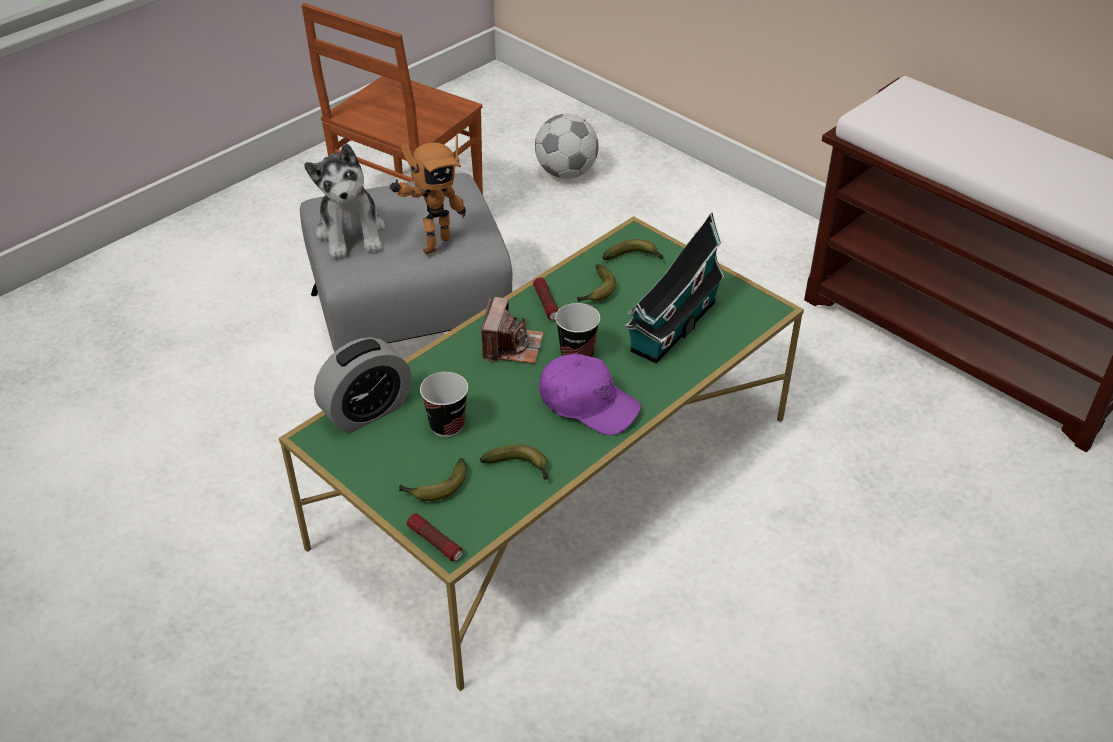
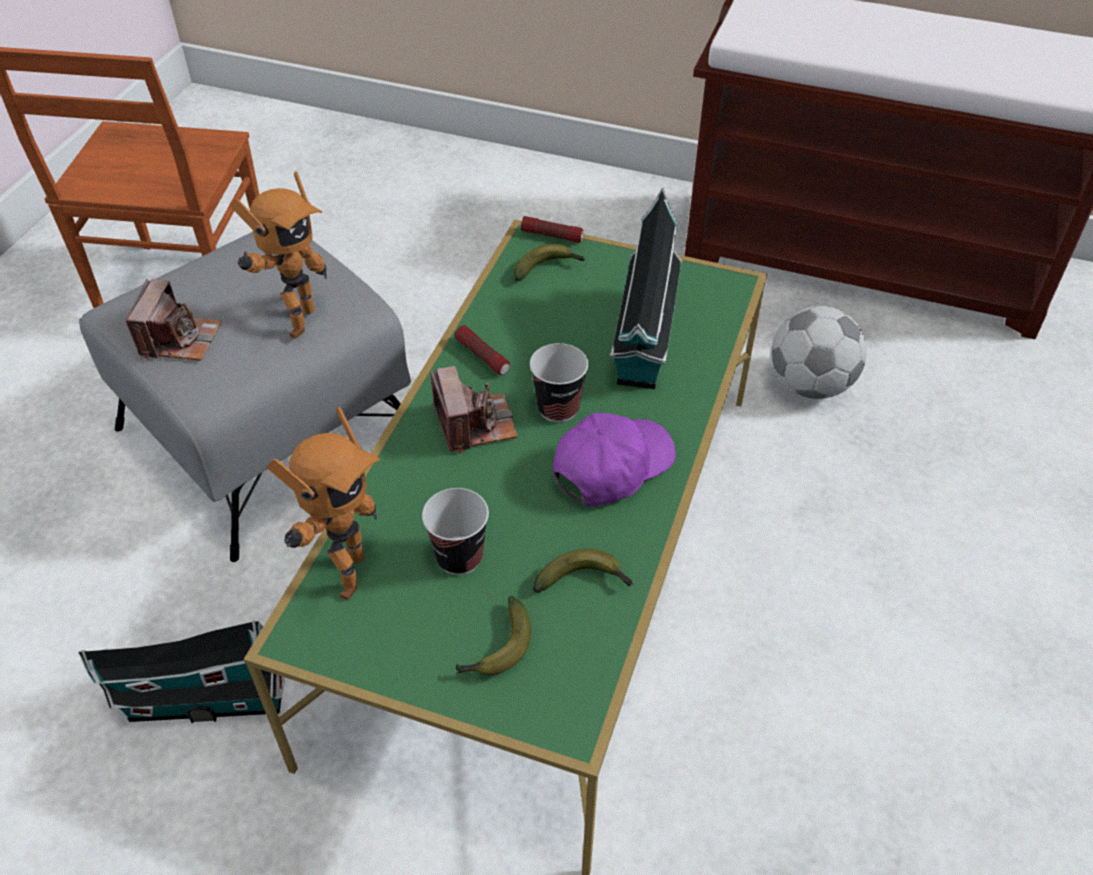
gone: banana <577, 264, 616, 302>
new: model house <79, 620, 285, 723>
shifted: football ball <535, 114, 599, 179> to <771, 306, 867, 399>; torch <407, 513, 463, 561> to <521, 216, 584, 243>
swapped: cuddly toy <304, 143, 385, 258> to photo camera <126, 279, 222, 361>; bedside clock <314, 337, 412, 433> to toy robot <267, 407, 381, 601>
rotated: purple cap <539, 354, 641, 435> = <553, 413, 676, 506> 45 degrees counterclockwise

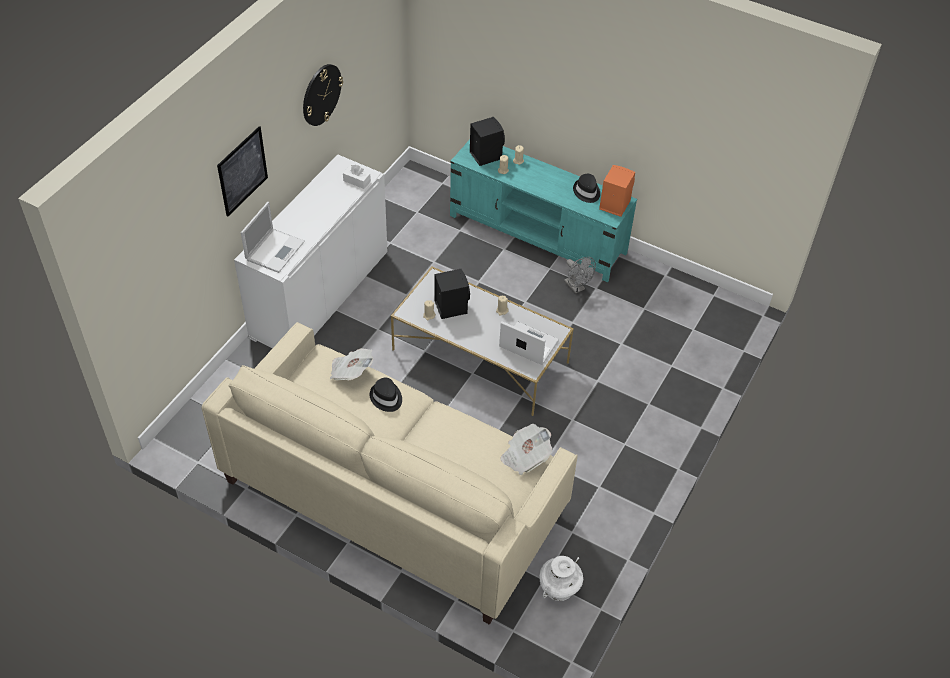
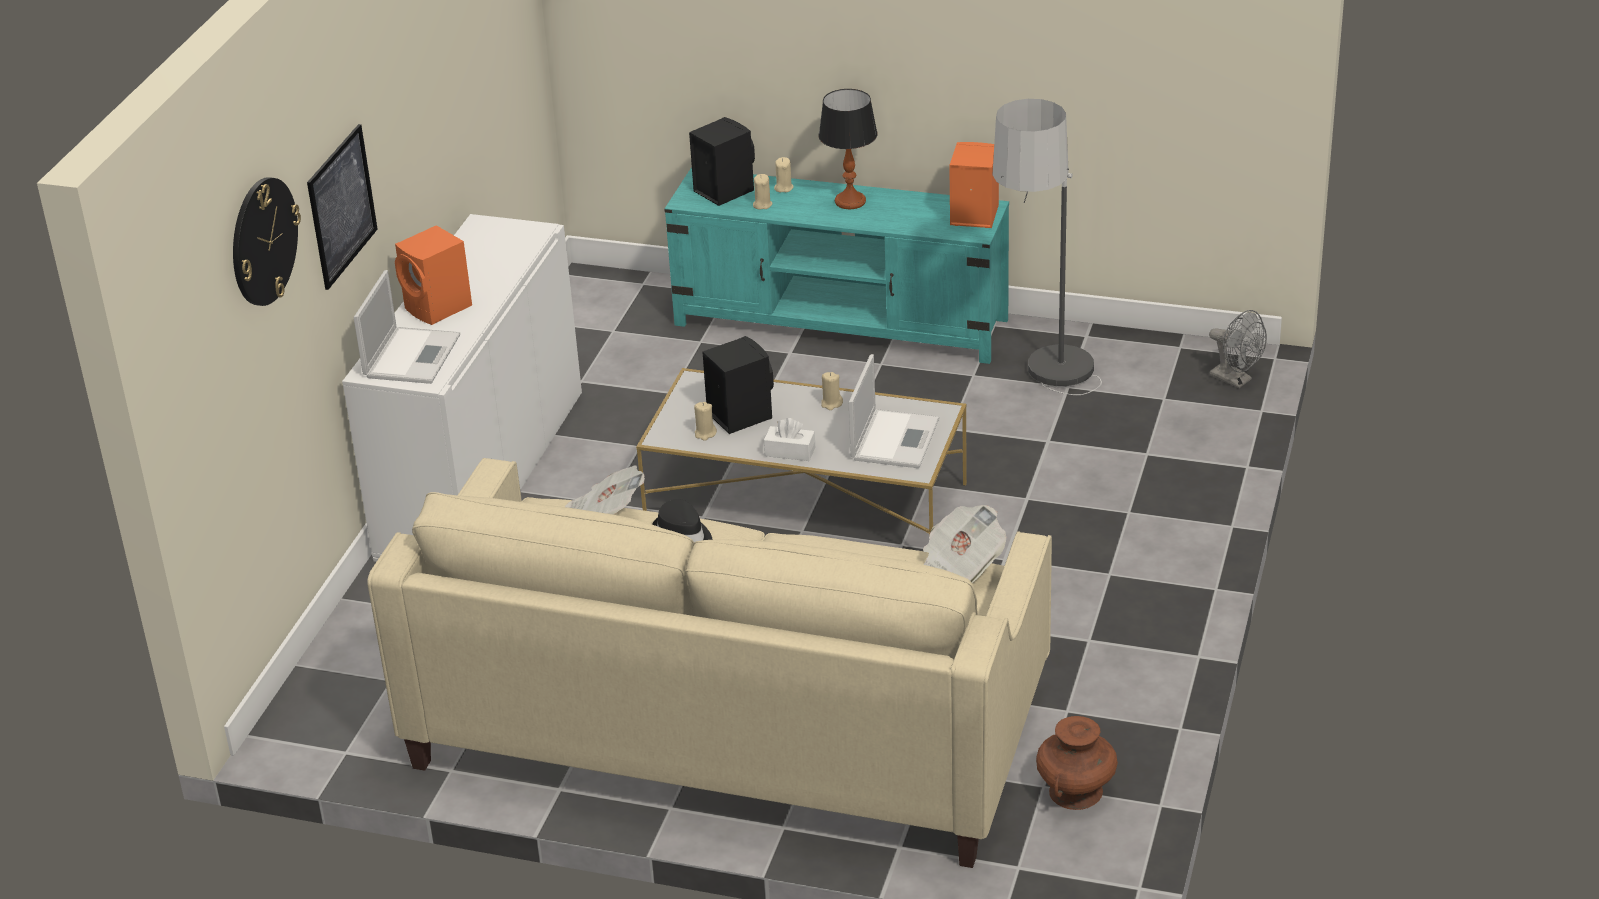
gone: blackish hat <573, 174, 600, 203>
new: tabletop lamp <819, 89, 878, 209>; standing lamp <992, 99, 1102, 395>; orange-coloured loudspeaker <395, 225, 472, 325>
shifted: clock on the wall <303, 64, 343, 126> to <233, 177, 301, 306>; white-coloured tissue box <343, 165, 371, 189> to <764, 418, 815, 461>; gray fan <564, 257, 596, 294> to <1209, 310, 1267, 388>
repainted: white-coloured vase <539, 556, 583, 601> to brownish vase <1036, 716, 1118, 810>
rotated: portable computer <499, 321, 559, 365> = <849, 354, 939, 468> 90 degrees clockwise

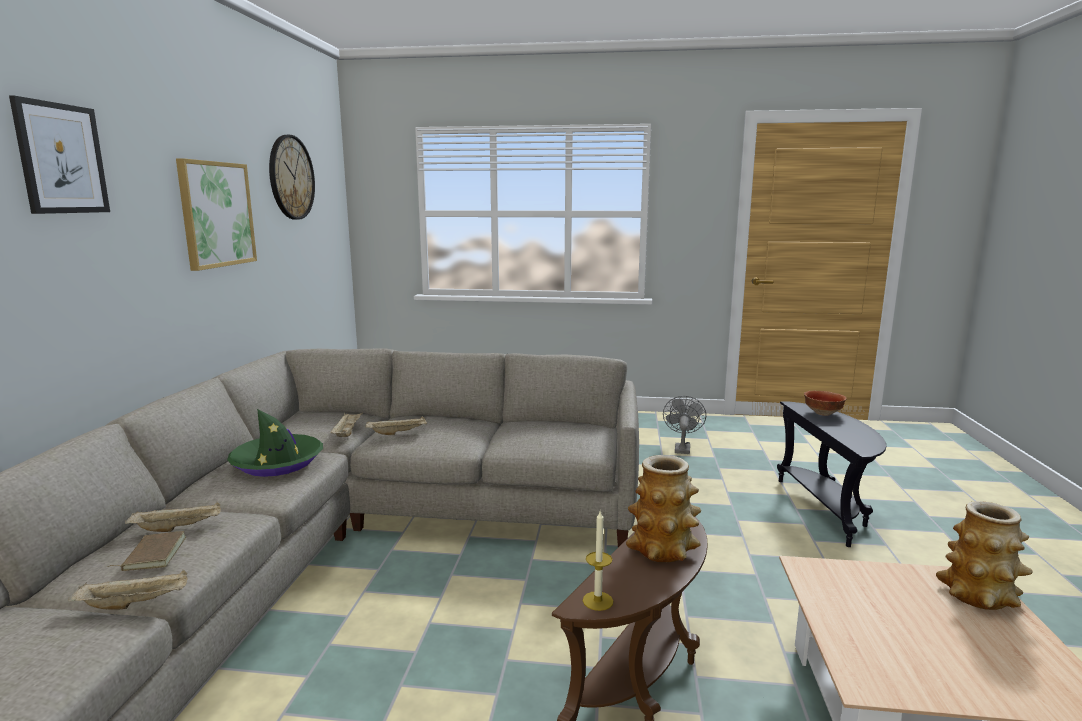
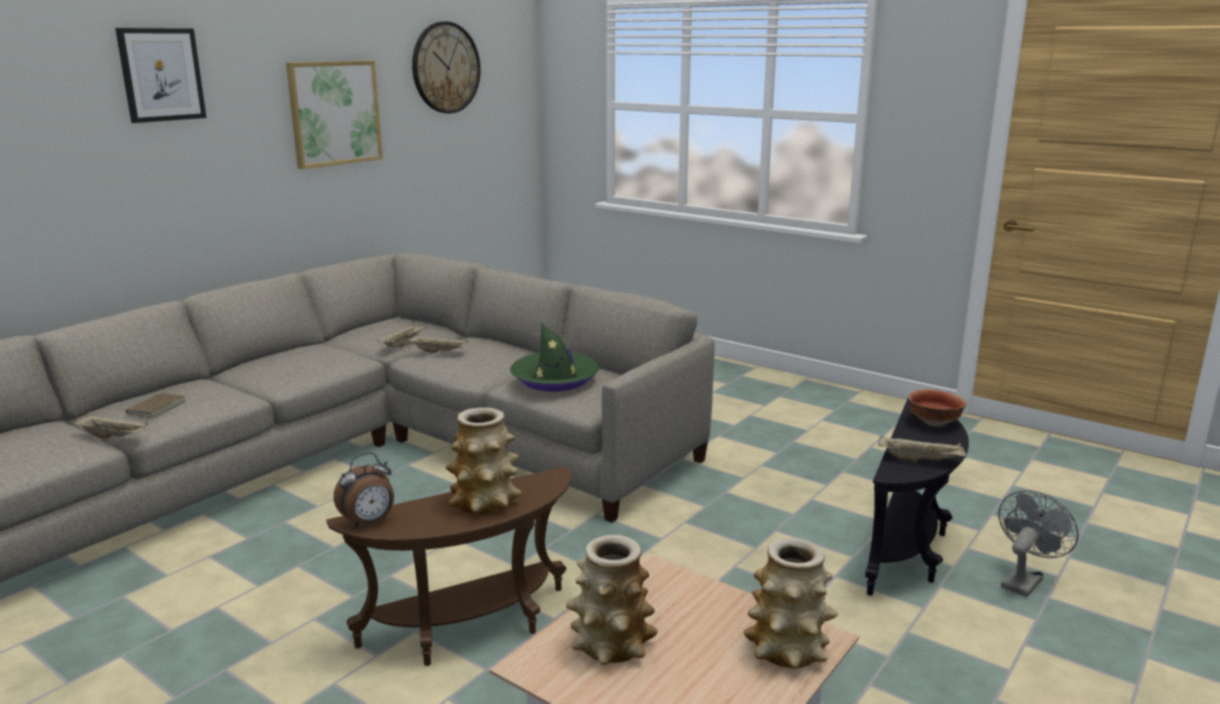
new: vase <566, 535, 658, 665>
shifted: gray fan <663, 396, 706, 454> to <998, 490, 1079, 597>; green-coloured hat <227, 409, 323, 477> to <510, 323, 600, 391>; beige carrying tray <125, 502, 221, 532> to <878, 436, 967, 463>
swapped: wax light <583, 511, 613, 611> to bedside clock <334, 452, 394, 528>

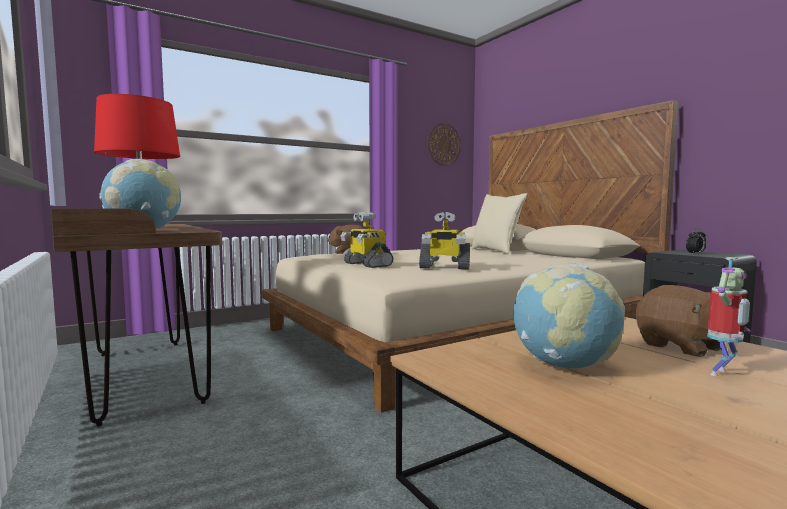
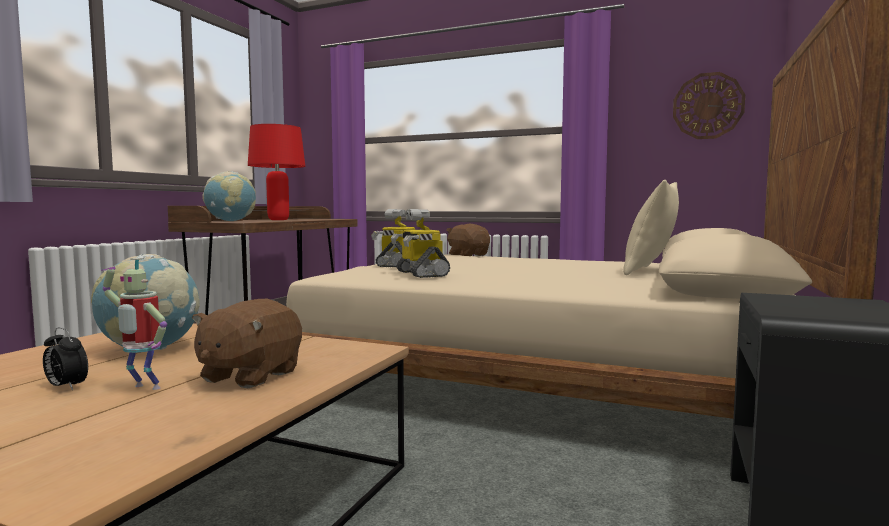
shifted: bedside clock <686, 228, 706, 253> to <43, 327, 88, 390>

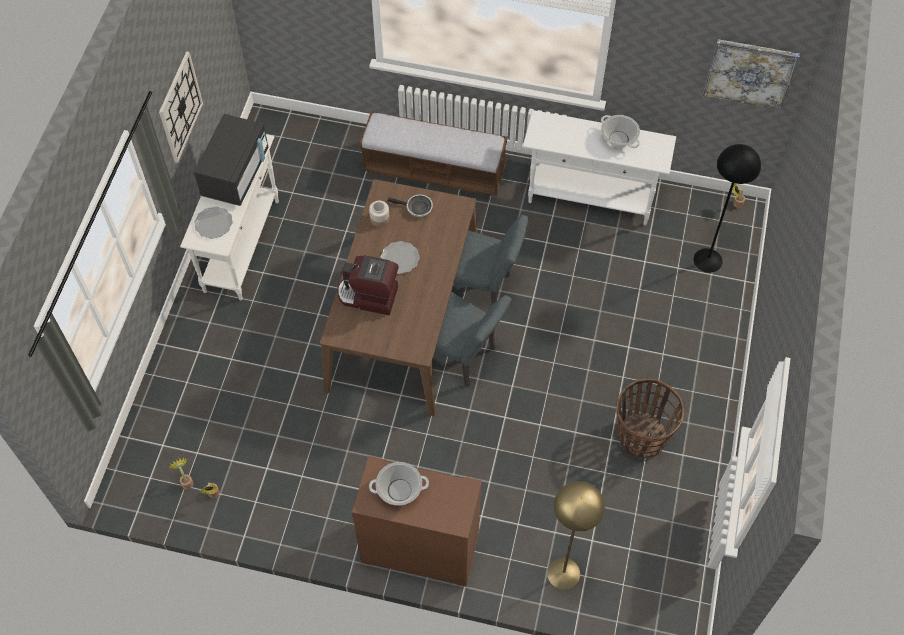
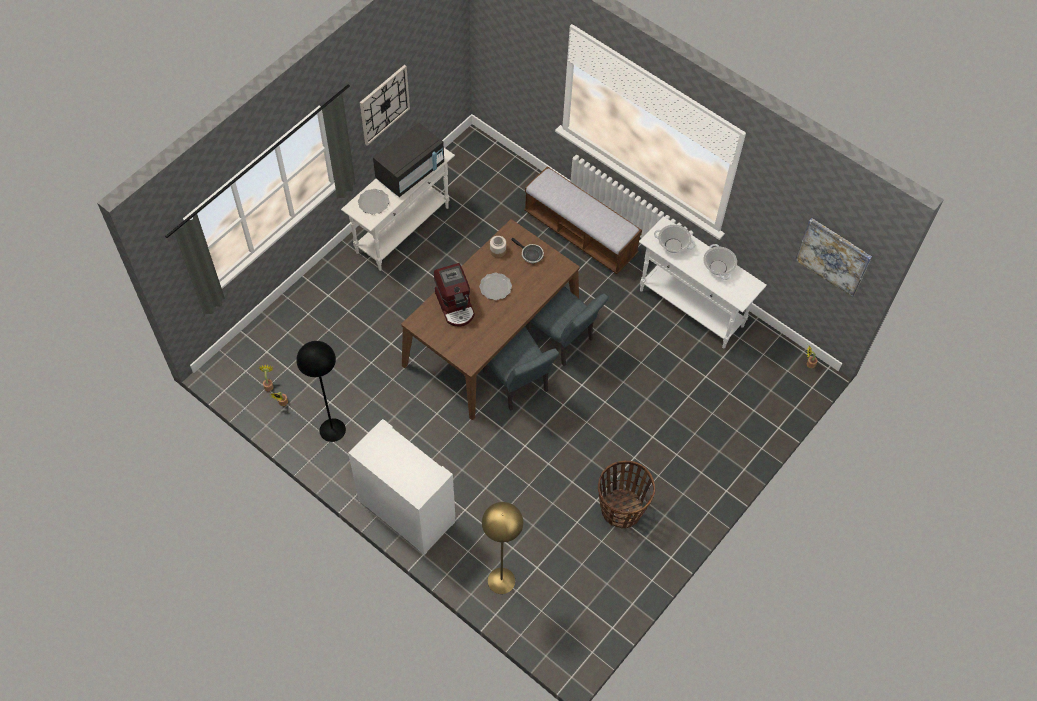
shifted: blackish standing lamp <694, 144, 761, 273> to <296, 341, 346, 442>; saucepot <369, 462, 429, 506> to <654, 225, 695, 253>
repainted: brownish cupboard <352, 456, 481, 587> to white-coloured cupboard <348, 419, 456, 555>
rotated: coffee machine <337, 255, 399, 315> = <434, 263, 475, 327> 150 degrees counterclockwise

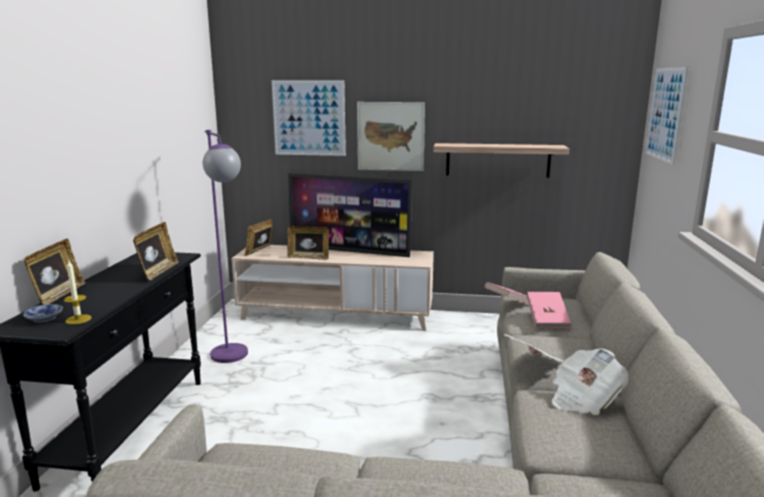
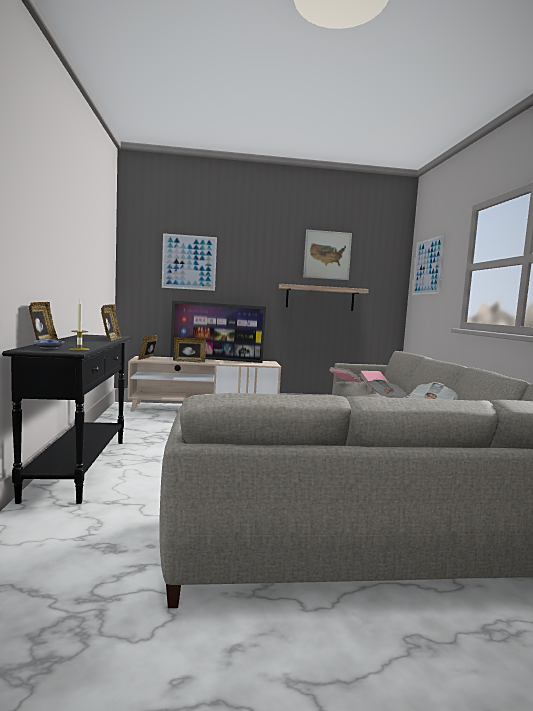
gone: purple standing lamp <203, 130, 248, 363>
shifted: picture <357, 102, 425, 171> to <303, 229, 352, 280>

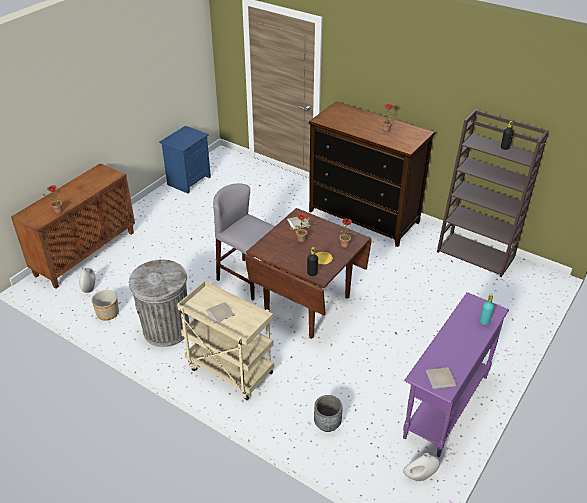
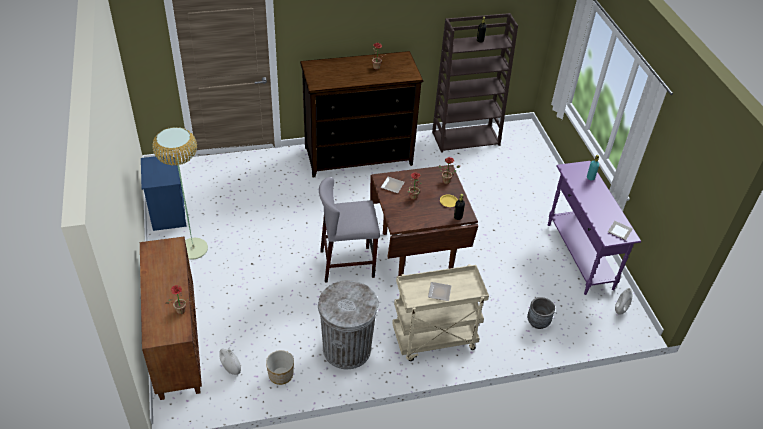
new: standing lamp <152, 127, 208, 260>

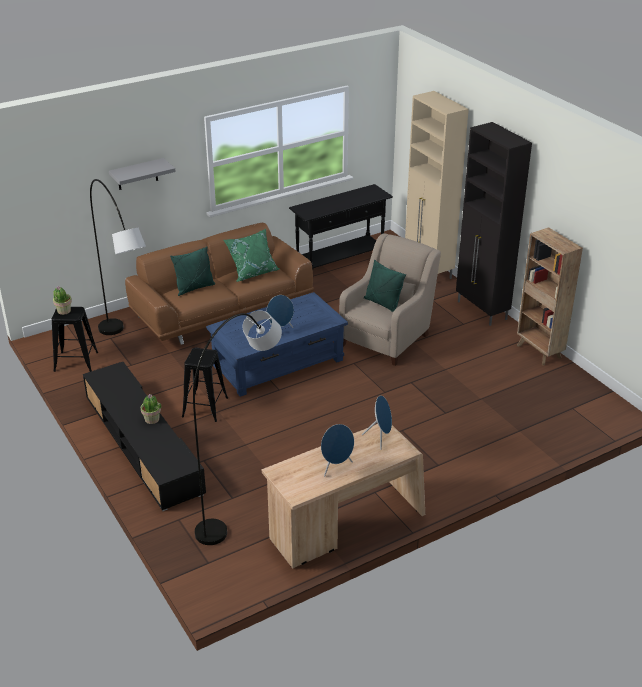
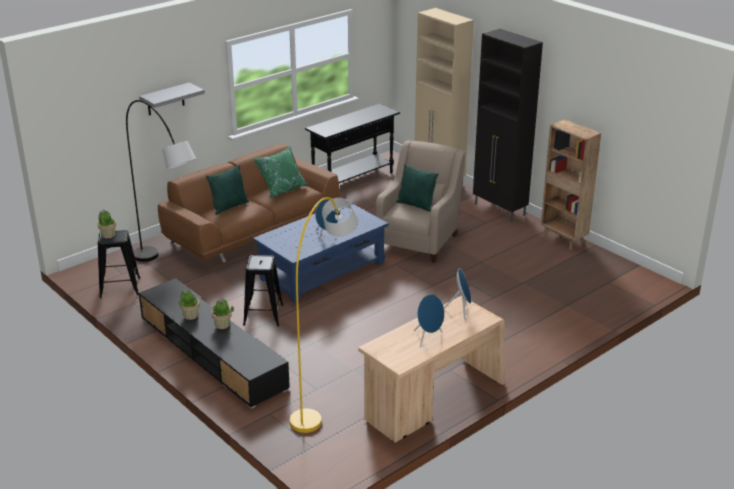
new: potted plant <179, 289, 200, 320>
repainted: gray standing lamp <193, 311, 282, 545> to yellowish standing lamp <290, 197, 358, 433>

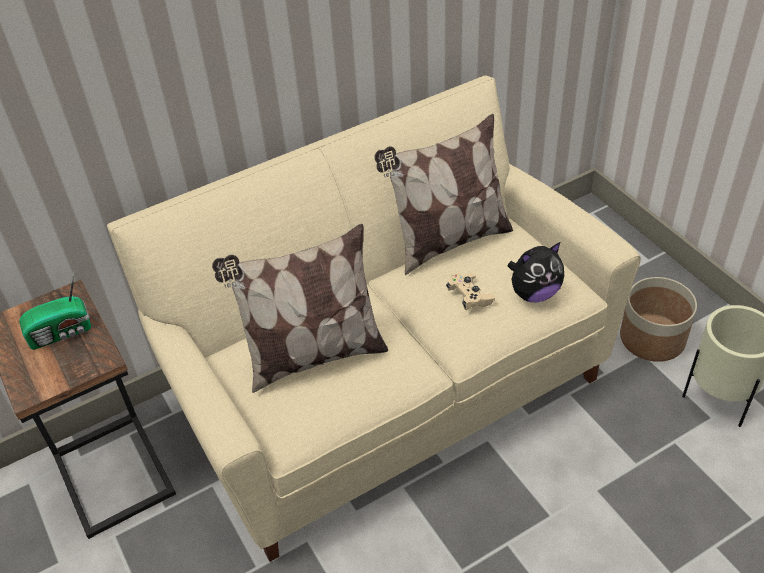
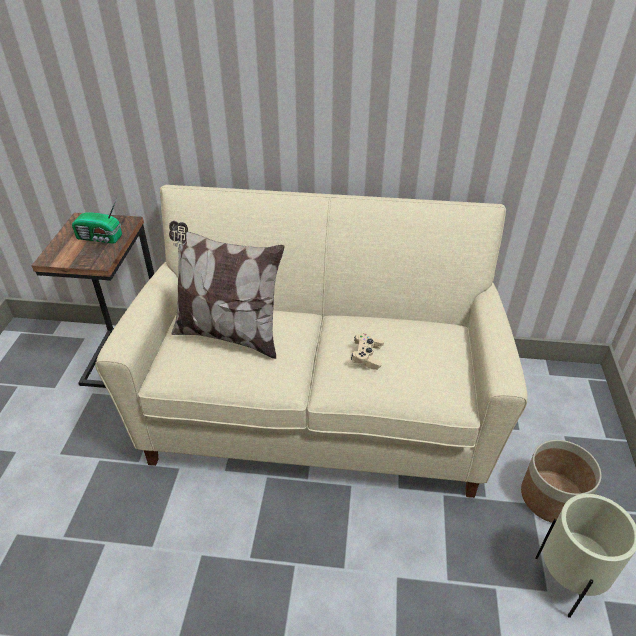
gone: throw pillow <374, 114, 513, 276>; cuddly toy <507, 242, 564, 302>

